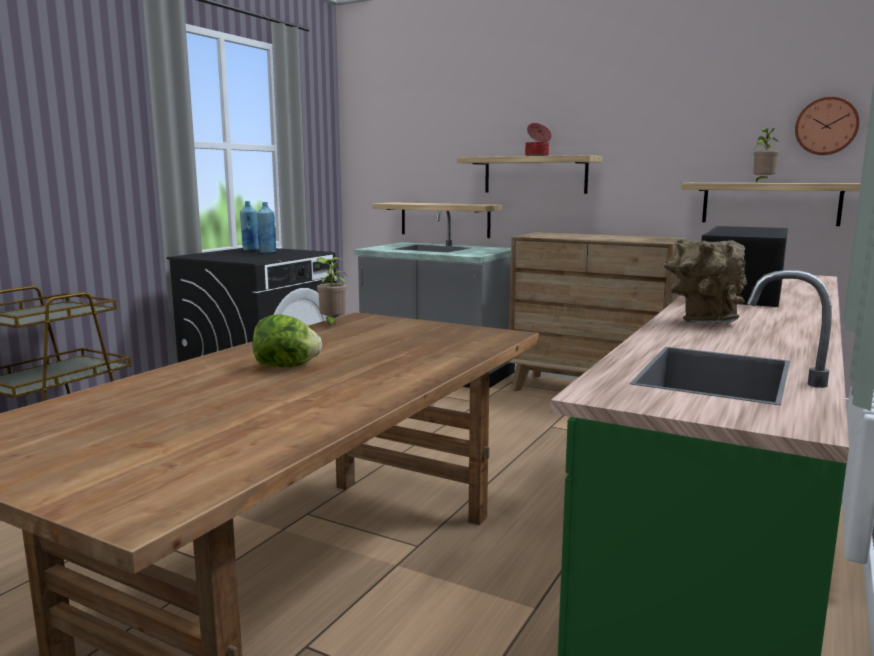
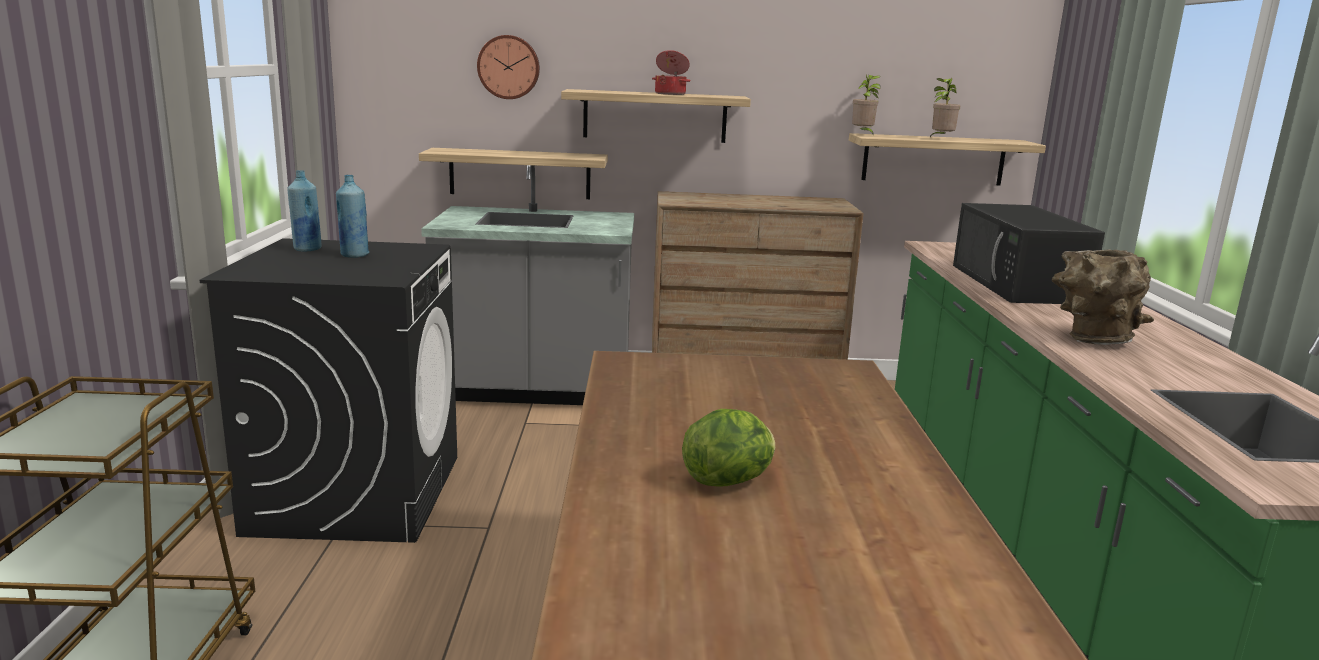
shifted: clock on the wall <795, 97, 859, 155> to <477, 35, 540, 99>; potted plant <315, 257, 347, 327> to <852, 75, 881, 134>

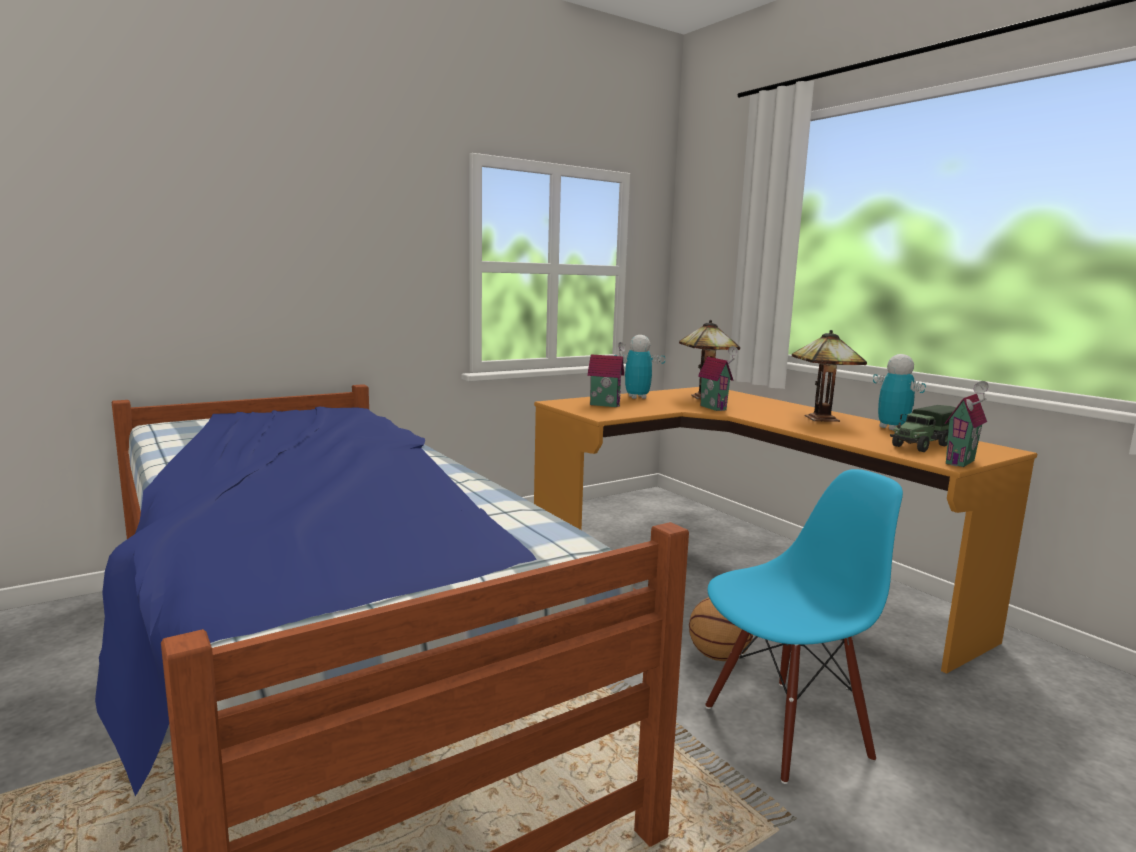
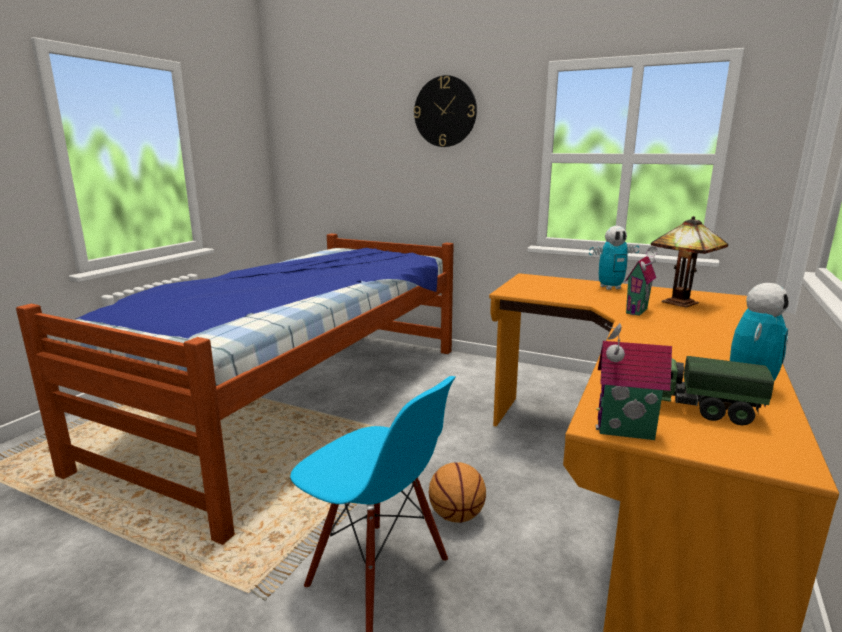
gone: tabletop lamp <792, 330, 867, 422>; model house <587, 342, 626, 407>
new: clock on the wall <414, 75, 477, 147>
rotated: toy robot <614, 335, 665, 399> = <589, 226, 639, 290> 120 degrees clockwise

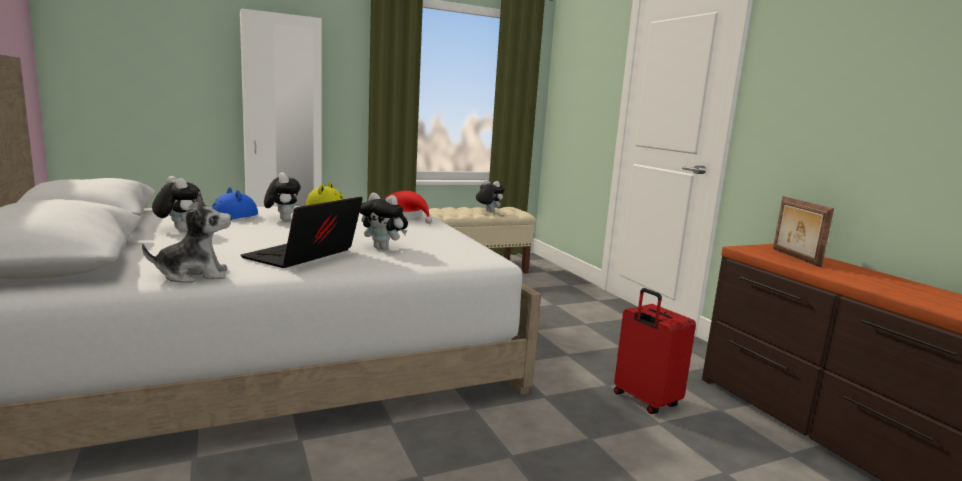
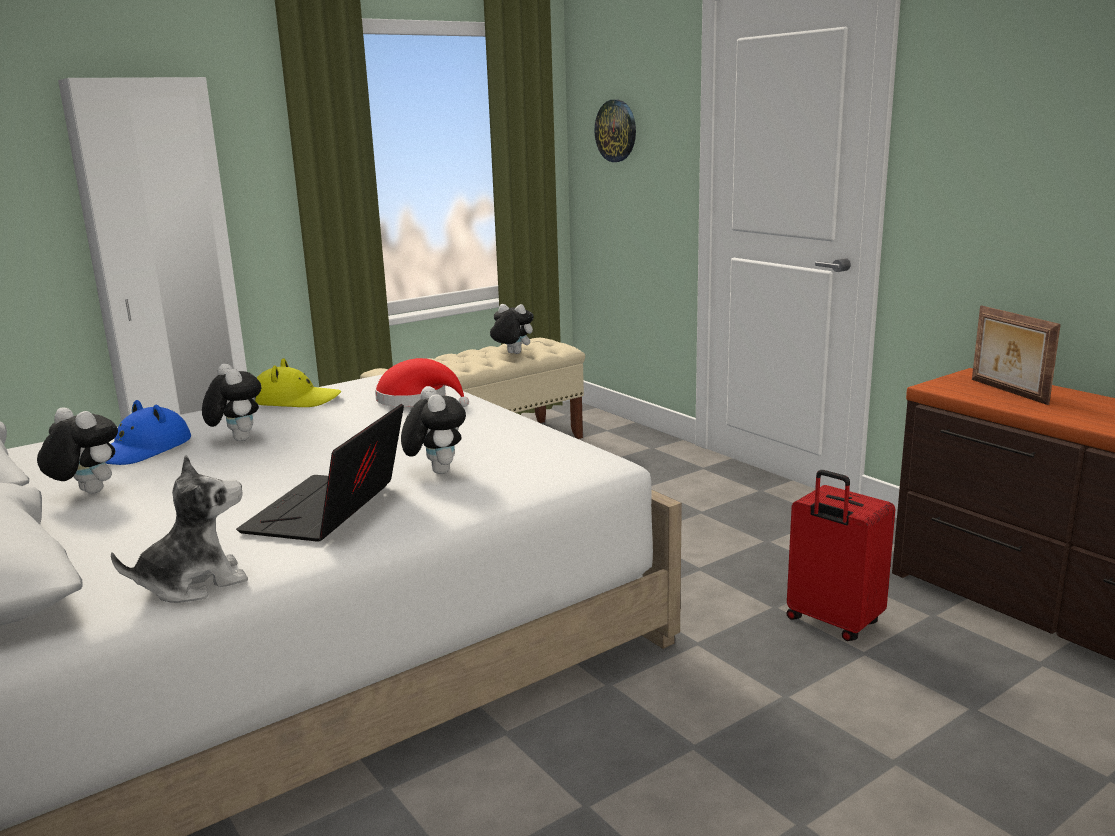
new: clock on the wall <594, 100, 636, 162>
rotated: cuddly toy <360, 193, 408, 250> = <401, 386, 466, 474> 120 degrees counterclockwise

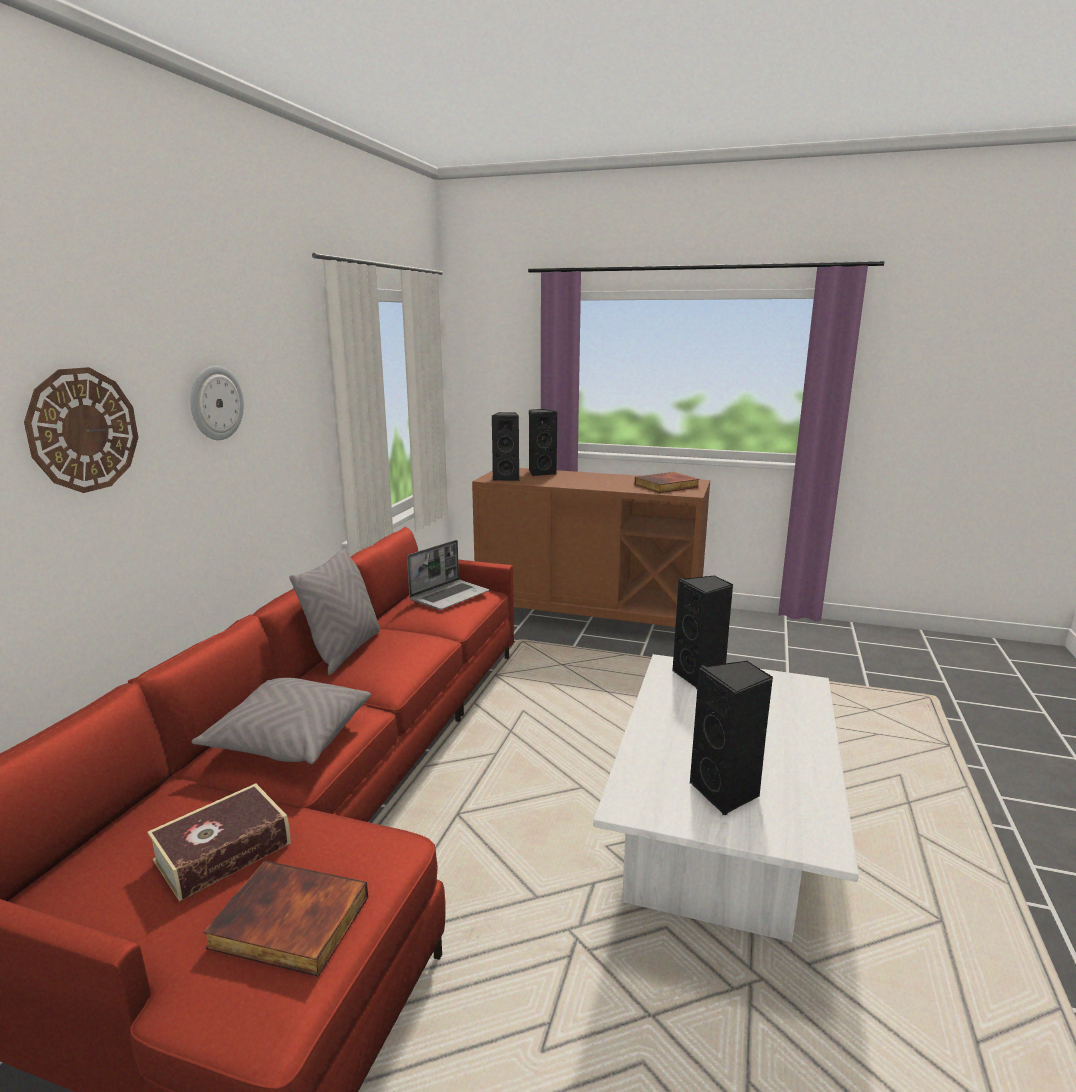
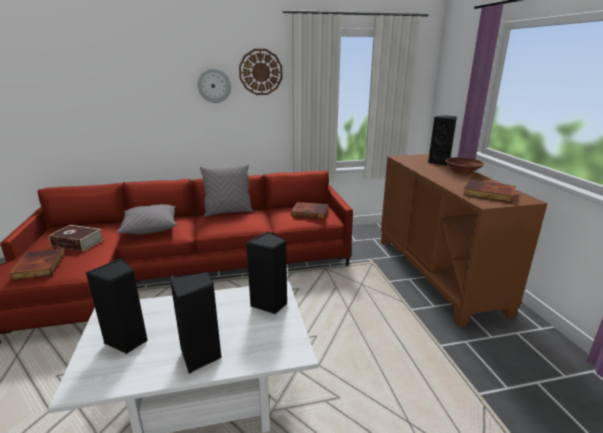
new: brownish deep dish <445, 157, 485, 175>
shifted: clock on the wall <24, 367, 138, 493> to <239, 49, 283, 95>; blackish loudspeaker <492, 412, 519, 481> to <170, 272, 222, 374>
swapped: portable computer <407, 540, 489, 610> to bound book <291, 202, 328, 219>

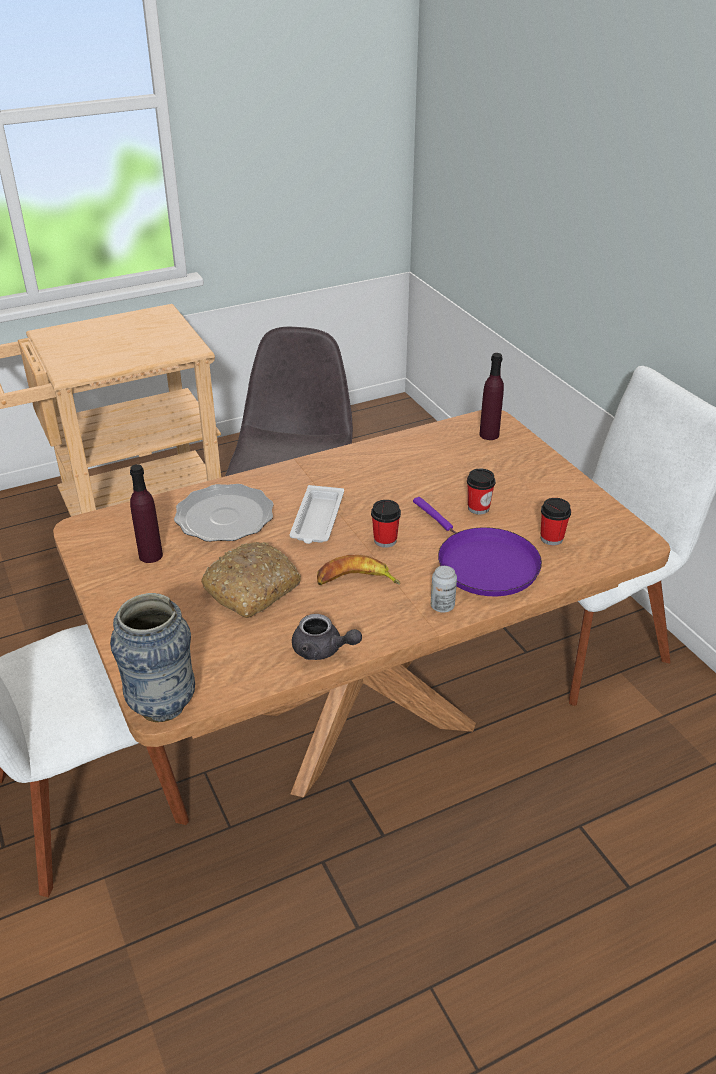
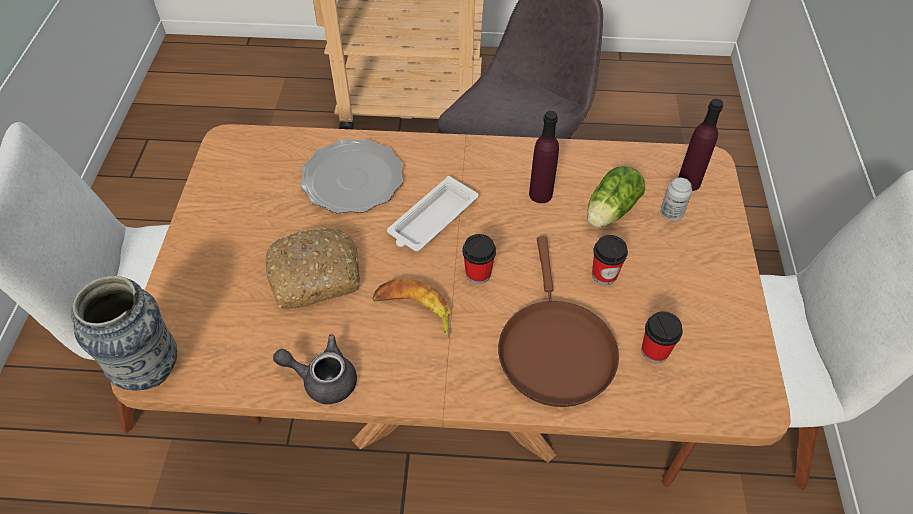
new: lettuce head <587, 166, 645, 227>
shifted: purple drink bottle <130, 464, 163, 563> to <529, 111, 559, 203>; can <431, 566, 457, 613> to <661, 177, 692, 221>
repainted: purple frying pan <413, 497, 542, 597> to brownish frying pan <498, 236, 619, 407>
rotated: gray tea pot <292, 614, 362, 660> = <273, 334, 357, 404> 135 degrees clockwise

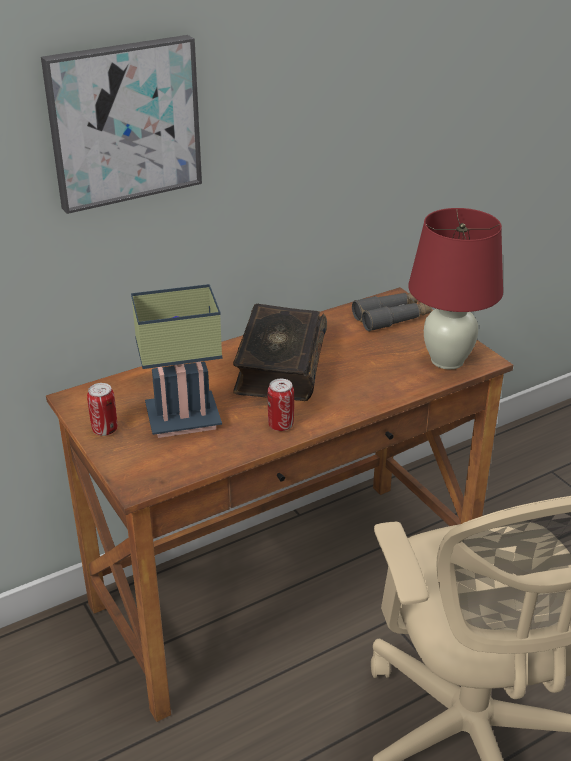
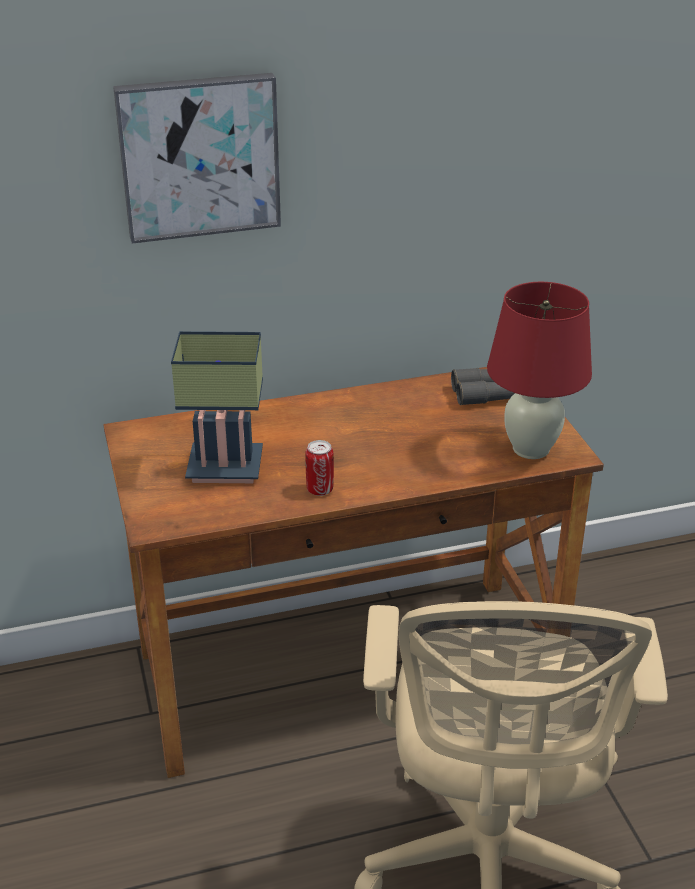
gone: bound book <233, 304, 327, 401>; can <87, 383, 117, 436>

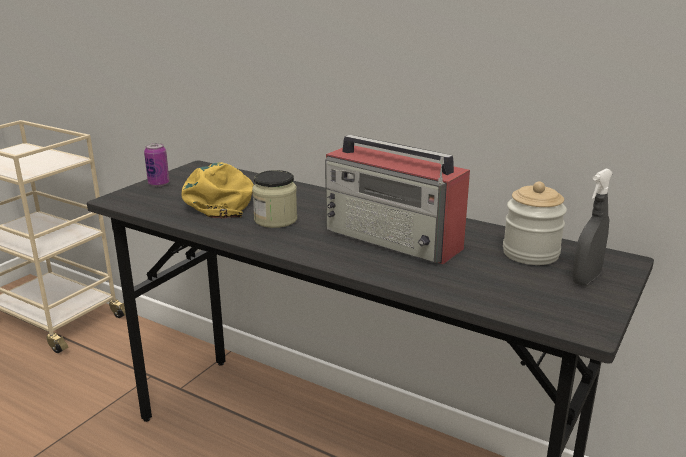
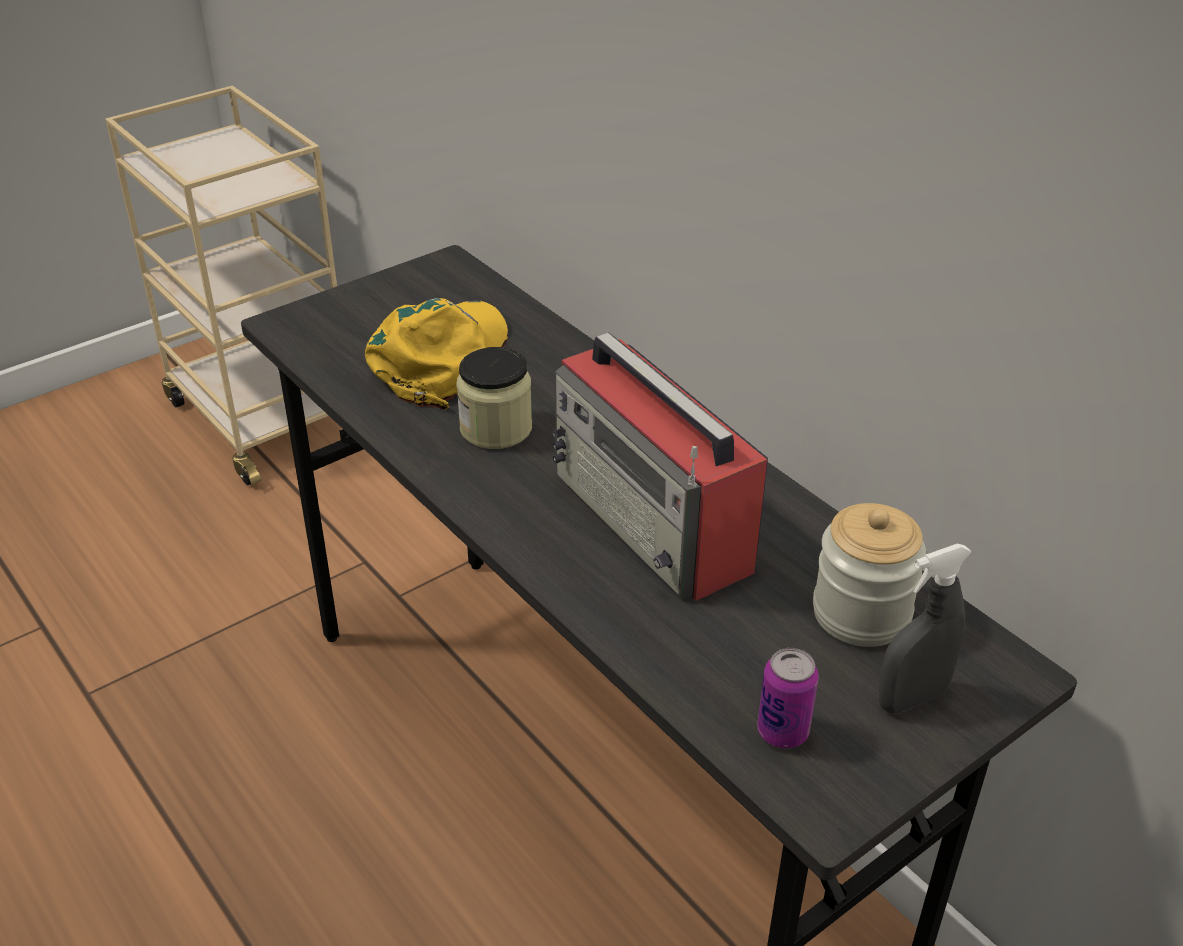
shifted: can <144, 143, 169, 187> to <757, 648, 819, 749>

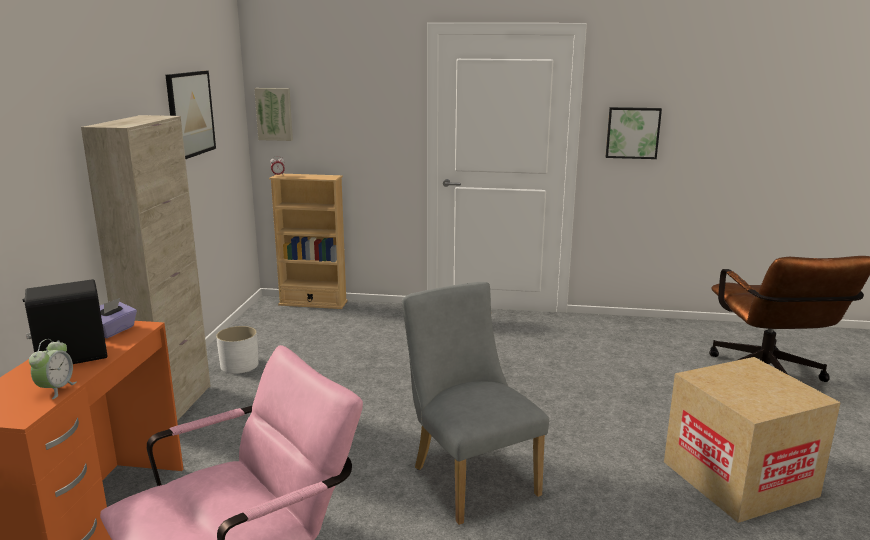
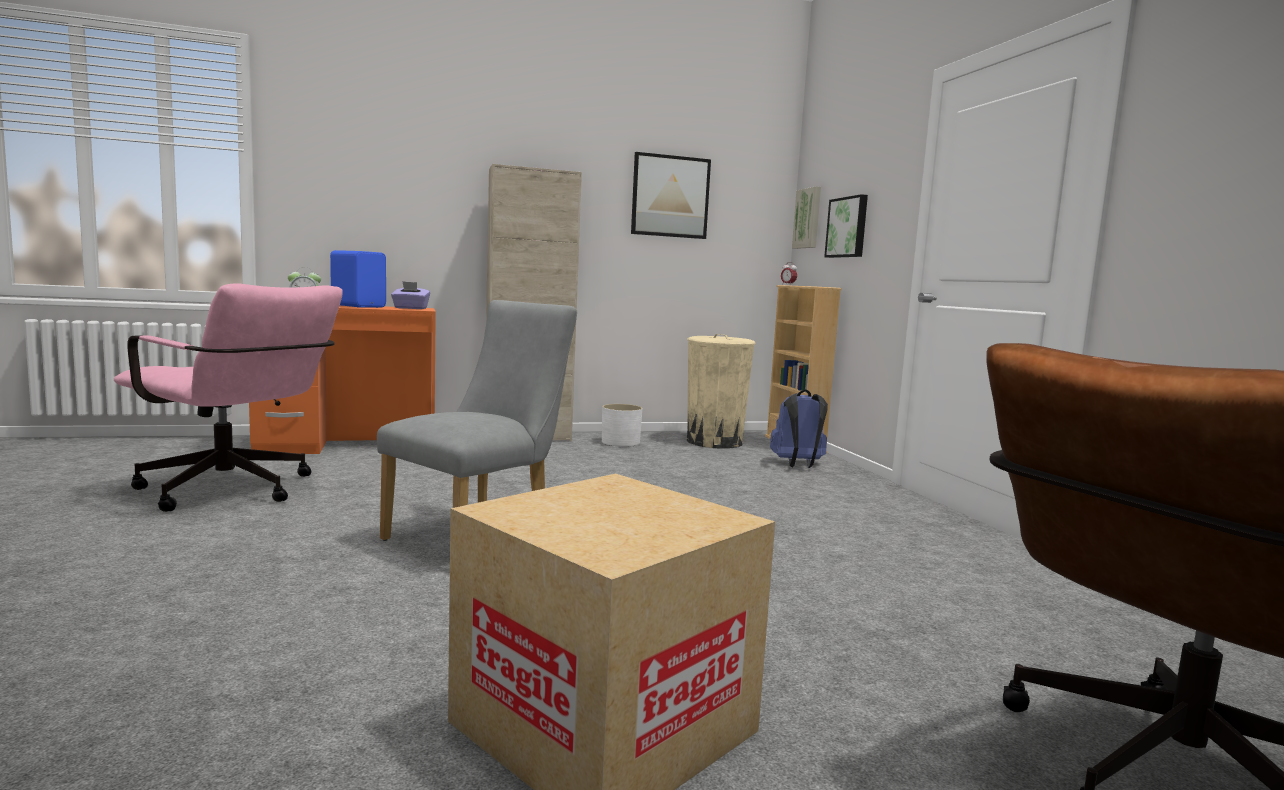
new: beige trash can <687, 334, 756, 449>; blue knapsack <770, 389, 828, 468>
shifted: picture <606, 107, 662, 159> to <824, 194, 868, 258>
repainted: blackish loudspeaker <22, 279, 108, 364> to blue loudspeaker <330, 250, 386, 308>

